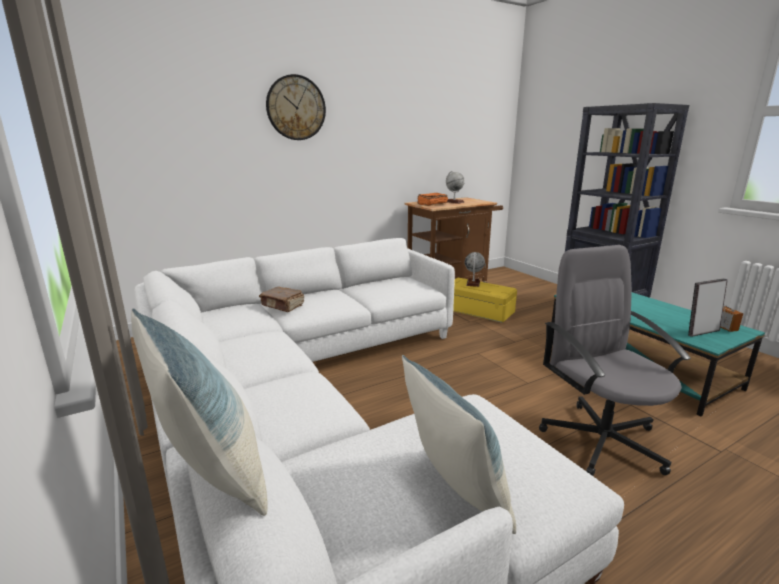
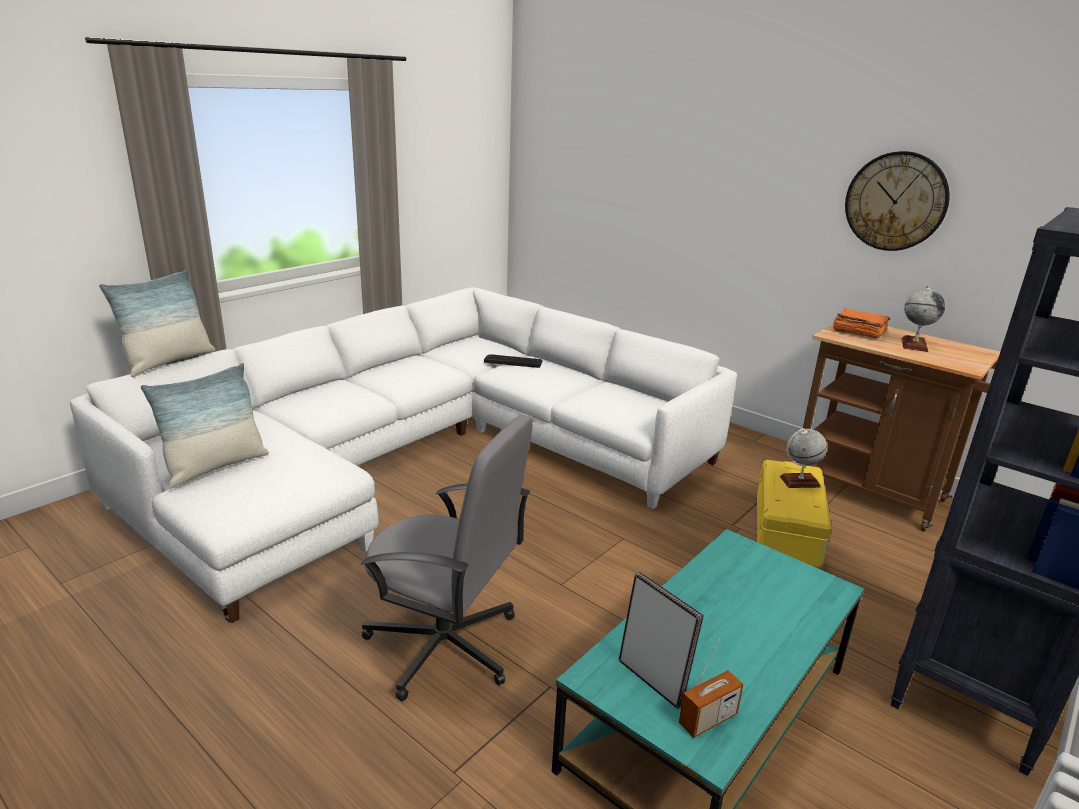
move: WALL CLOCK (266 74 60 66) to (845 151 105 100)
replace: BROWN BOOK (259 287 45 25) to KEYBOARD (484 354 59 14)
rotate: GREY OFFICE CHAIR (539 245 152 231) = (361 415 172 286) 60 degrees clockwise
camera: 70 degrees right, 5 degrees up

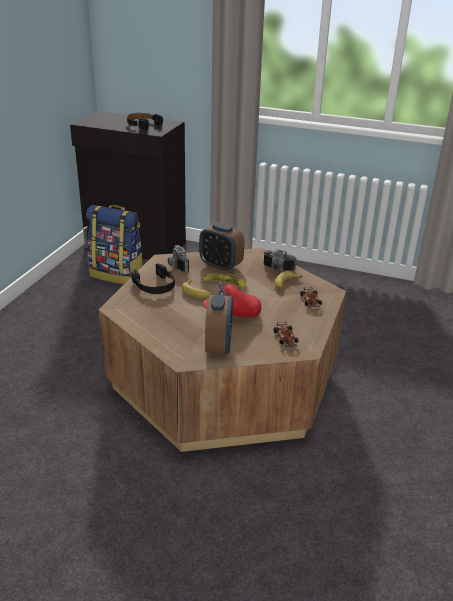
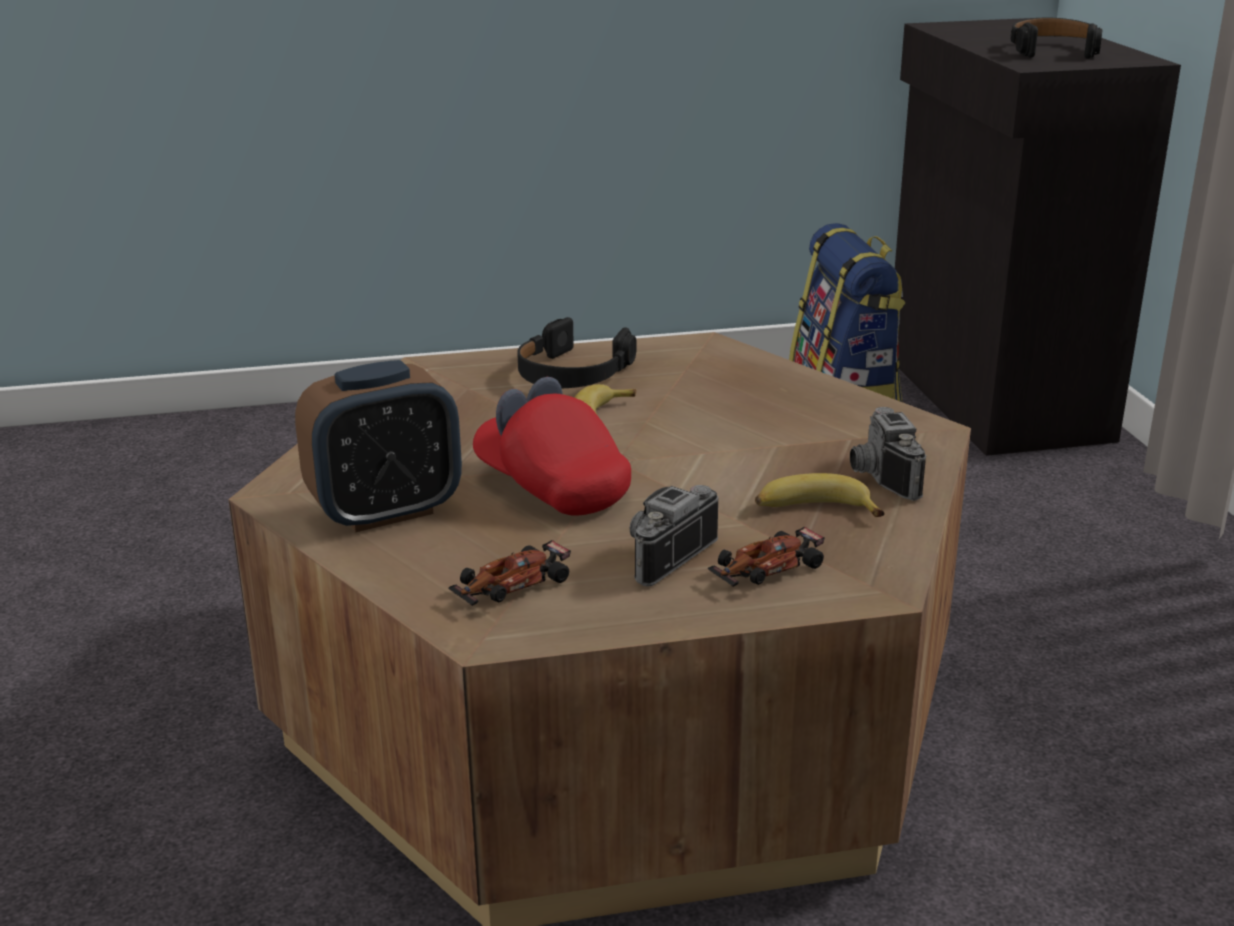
delete: ALARM CLOCK (199 223 45 49); BANANA (202 273 44 17)
move: PHOTO CAMERA (168 245 21 28) to (629 485 89 101)
camera: 60 degrees right, 5 degrees down

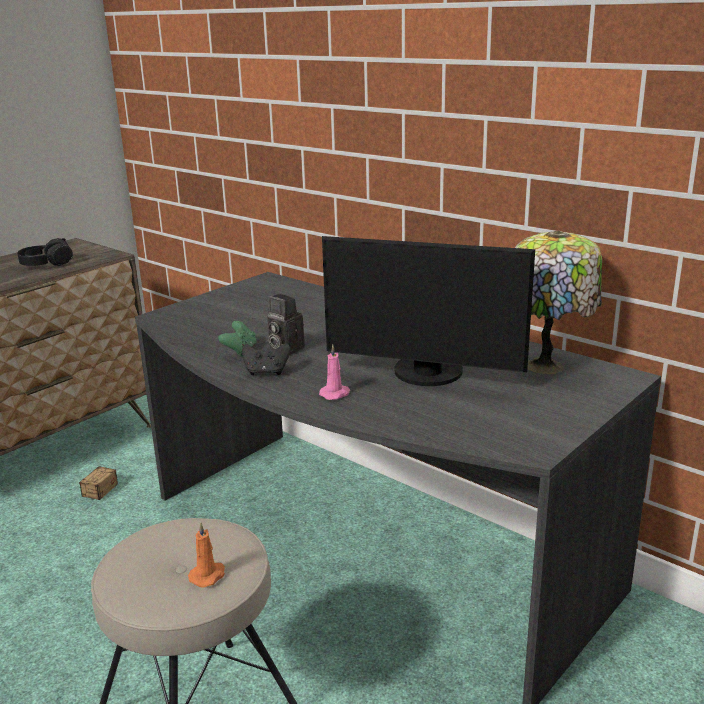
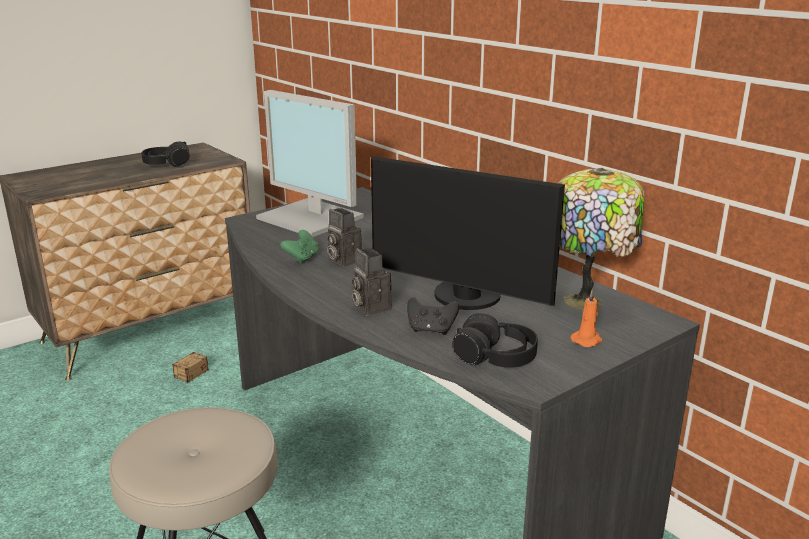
insert: MONITOR (256 90 108 147); BLACK HEADPHONES (452 313 86 55)
move: ORANGE CANDLE (188 523 37 65) to (570 289 33 58); BLACK GAME CONTROLLER (242 343 48 32) to (407 297 52 38)
replace: PINK CANDLE (319 345 31 55) to PHOTO CAMERA (352 248 40 68)
camera: 10 degrees right, 0 degrees up

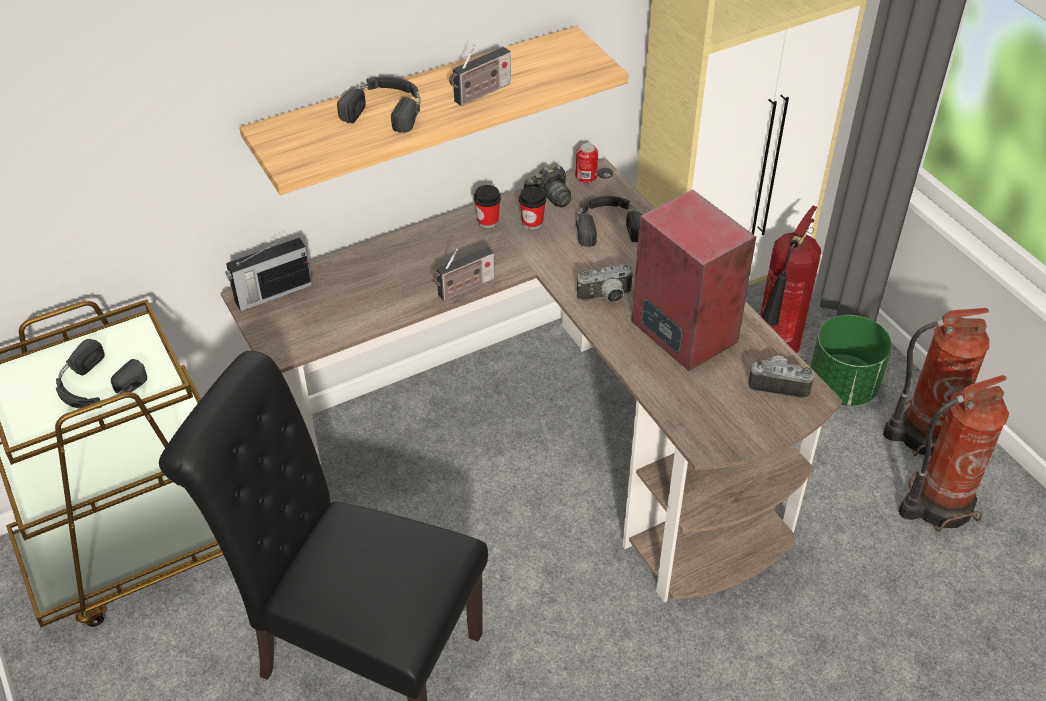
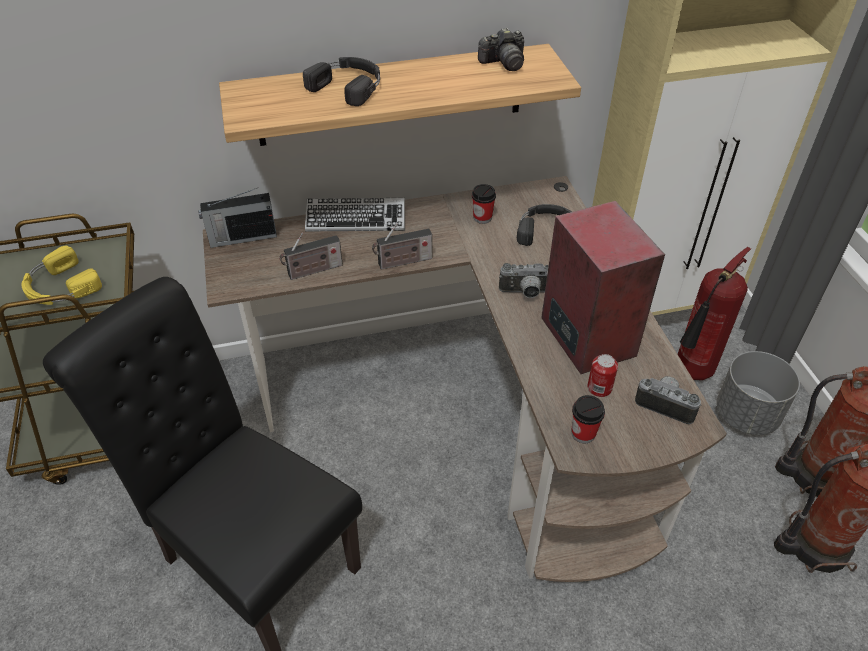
insert: KEYBOARD (305 198 100 34)
move: RADIO (449 45 62 61) to (280 233 63 47); CUP (474 185 27 44) to (571 395 34 48); PHOTO CAMERA (524 166 47 42) to (478 28 46 43); CAN (576 143 22 40) to (587 354 31 43)
recolor: BLACK HEADPHONES (56 339 91 70) to YELLOW HEADPHONES (22 246 80 59); GREEN PLANTER (810 315 82 91) to GREY PLANTER (717 351 83 84)
camera: 15 degrees right, 0 degrees up

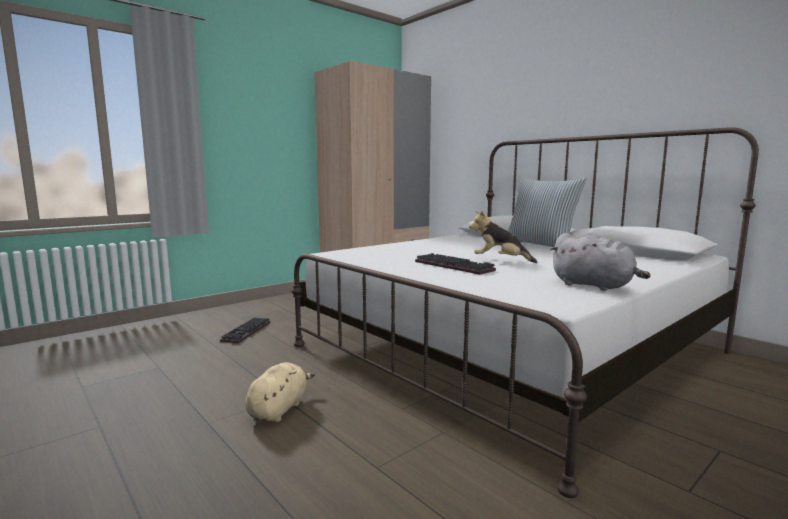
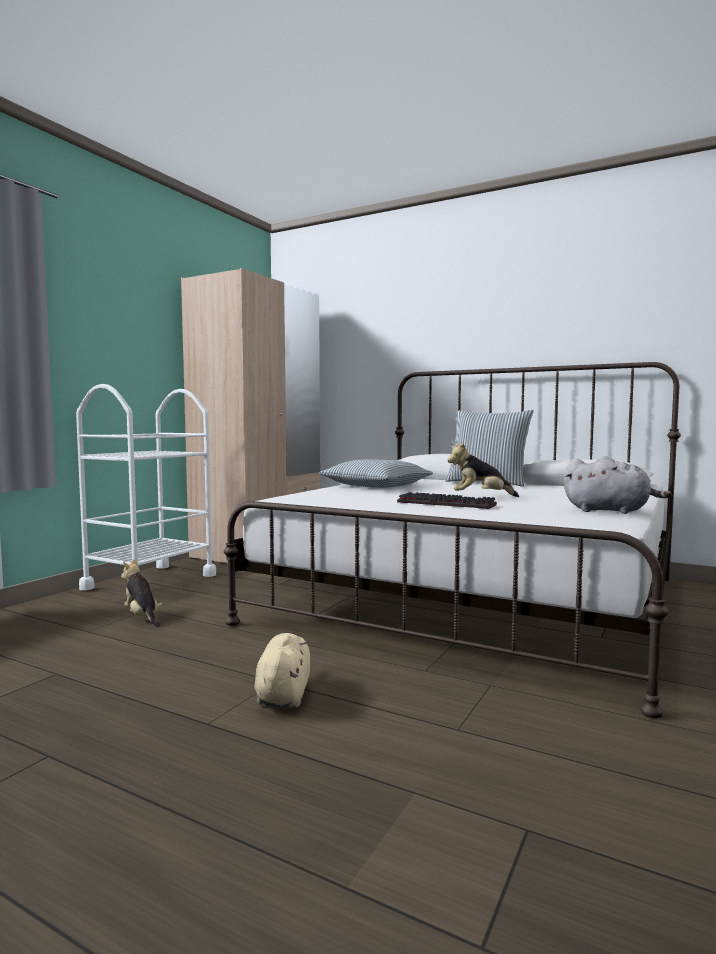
insert: WHITE CART (76 384 140 206); PILLOW (319 459 114 29)
replace: KEYBOARD (220 317 50 26) to PLUSH TOY (121 559 41 68)
camera: 20 degrees left, 5 degrees down

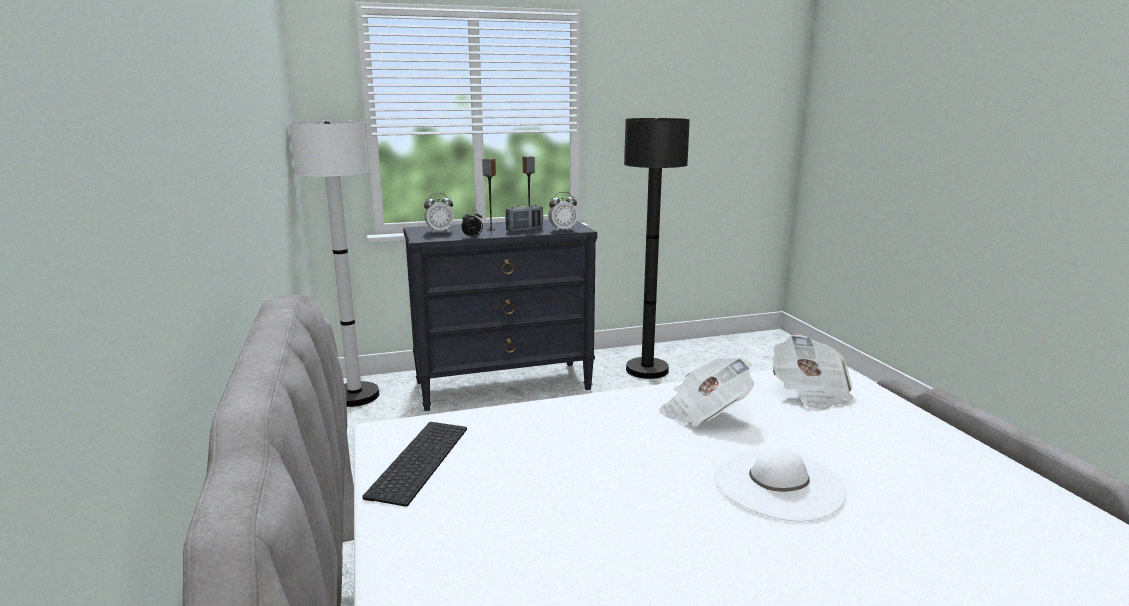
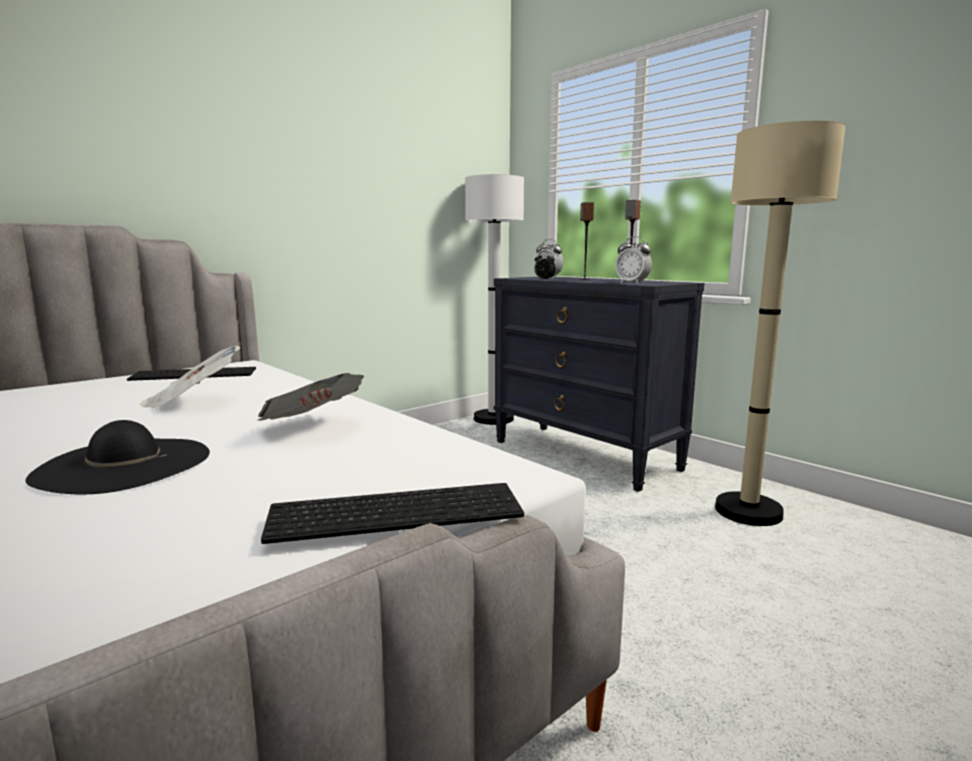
delete: RADIO (505 204 38 28)
insert: KEYBOARD (261 483 263 61)
move: NEWSPAPER (772 335 81 76) to (140 346 100 63)
recolor: BLACK FLOOR LAMP (624 118 66 261) to BEIGE FLOOR LAMP (715 121 131 405); WHITE HAT (715 448 132 73) to BLACK HAT (25 420 185 74)
camera: 65 degrees right, 5 degrees down

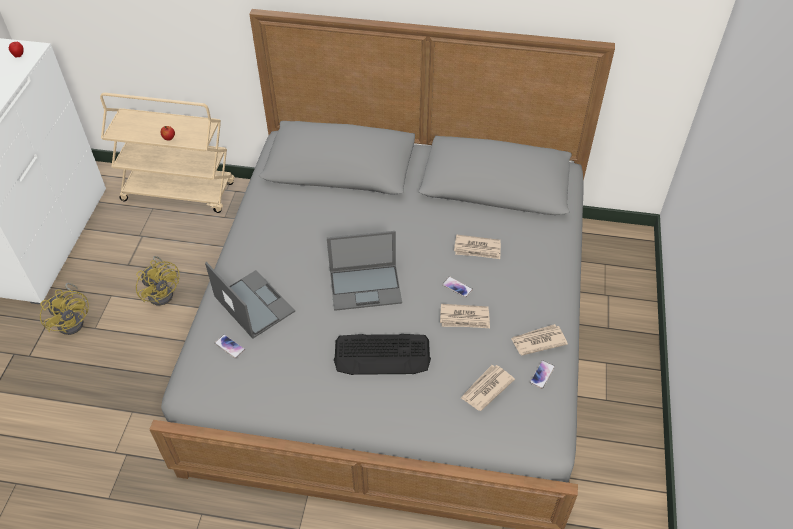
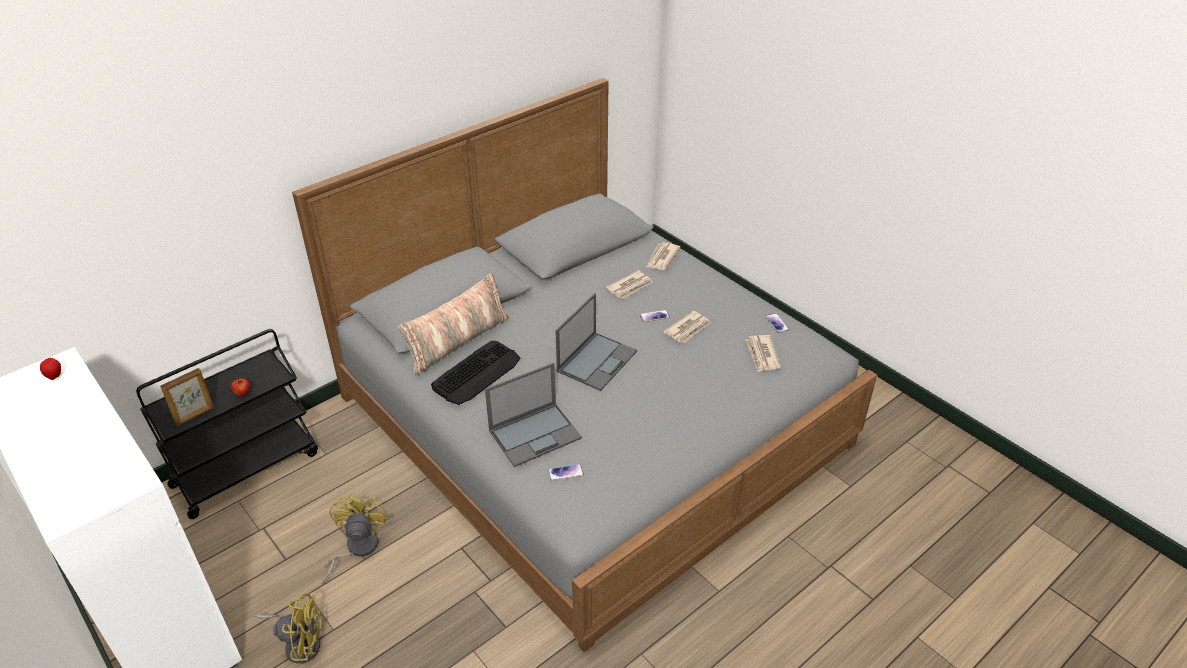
insert: PICTURE FRAME (160 368 54 58); PILLOW (398 273 111 102)
move: KEYBOARD (334 334 97 41) to (431 341 89 64); NEWSPAPER (511 324 57 32) to (646 242 34 28)
recolor: BEIGE CART (100 93 135 120) to BLACK CART (136 329 182 190)
rotate: YELLOW FAN (136 256 44 50) = (322 493 66 92) 90 degrees counterclockwise; LAPTOP (205 262 90 77) = (485 363 97 104) 150 degrees clockwise
camera: 50 degrees left, 10 degrees down

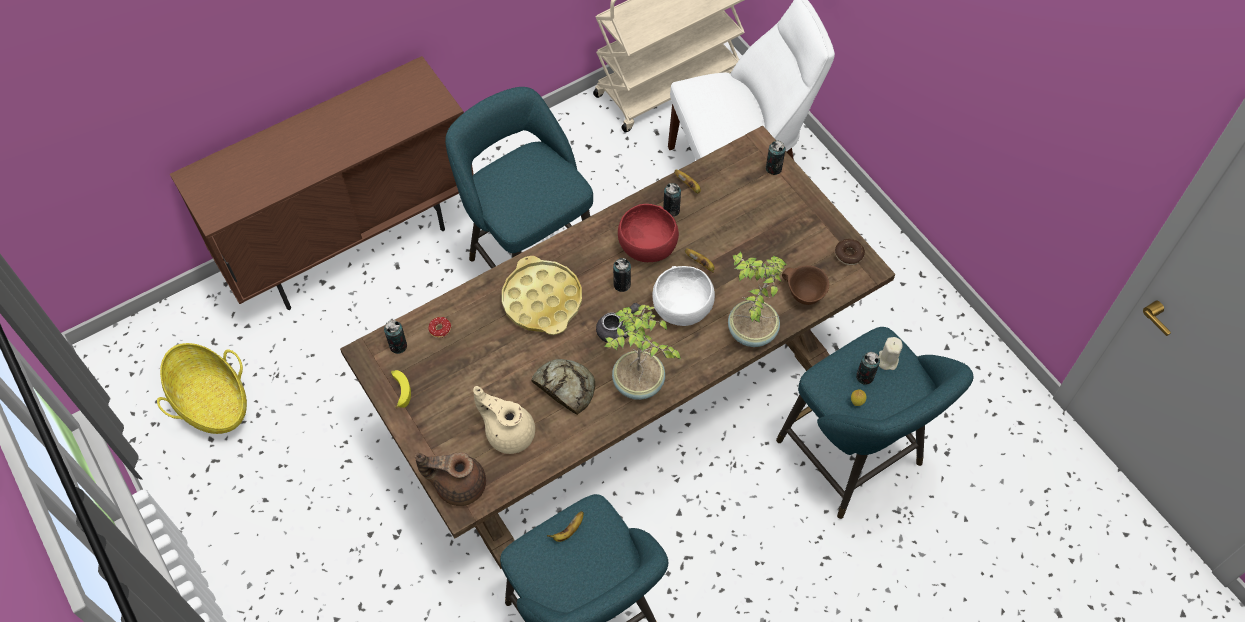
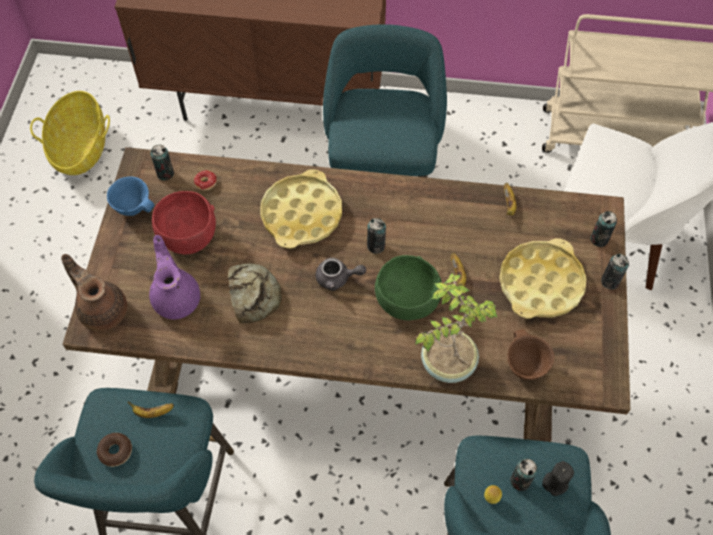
delete: POTTED PLANT (604 305 77 95)
insert: YELLOW TRAY (499 238 88 81)
move: RED BOWL (618 204 61 58) to (152 191 64 63); CAN (663 183 18 34) to (601 254 28 35); DONUT (835 239 30 26) to (97 433 35 34)
replace: BANANA (391 370 20 38) to BLUE BOWL (107 177 47 39)
recolor: BEIGE TEAPOT (473 386 62 68) to PURPLE TEAPOT (149 235 51 85); WHITE BOWL (653 266 62 60) to GREEN BOWL (375 255 67 65); BEIGE CANDLE (879 337 24 33) to BLACK CANDLE (543 461 31 35)
camera: 40 degrees right, 0 degrees up

